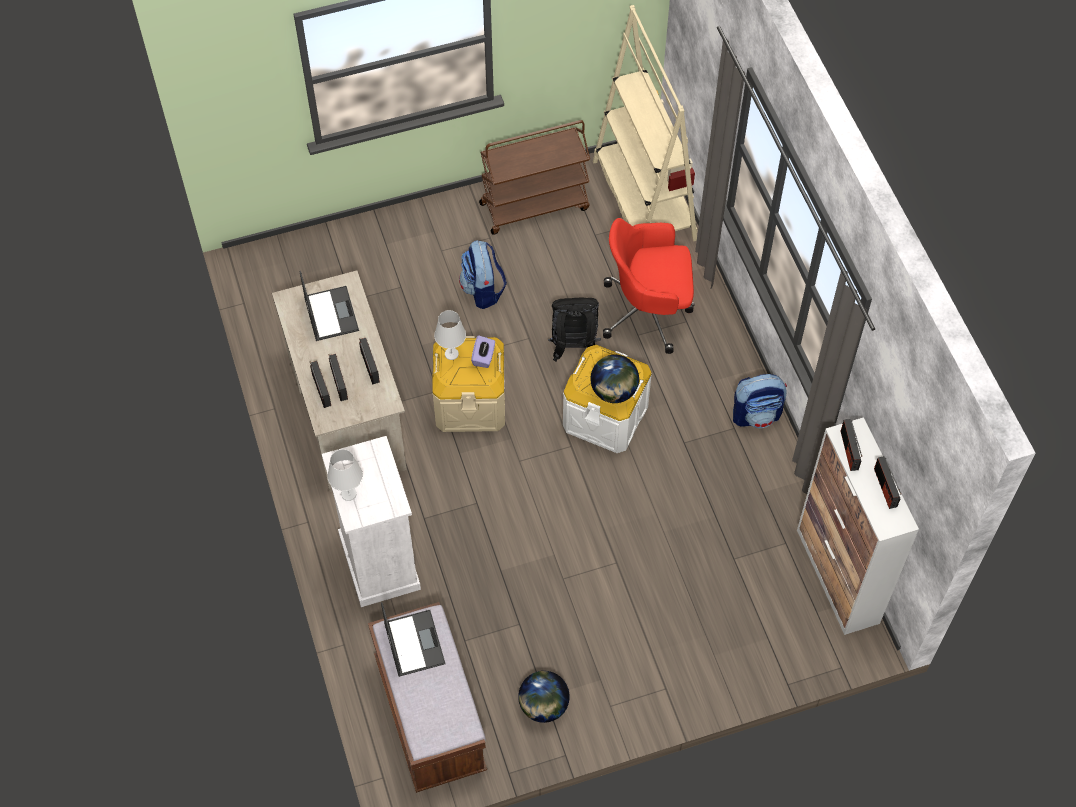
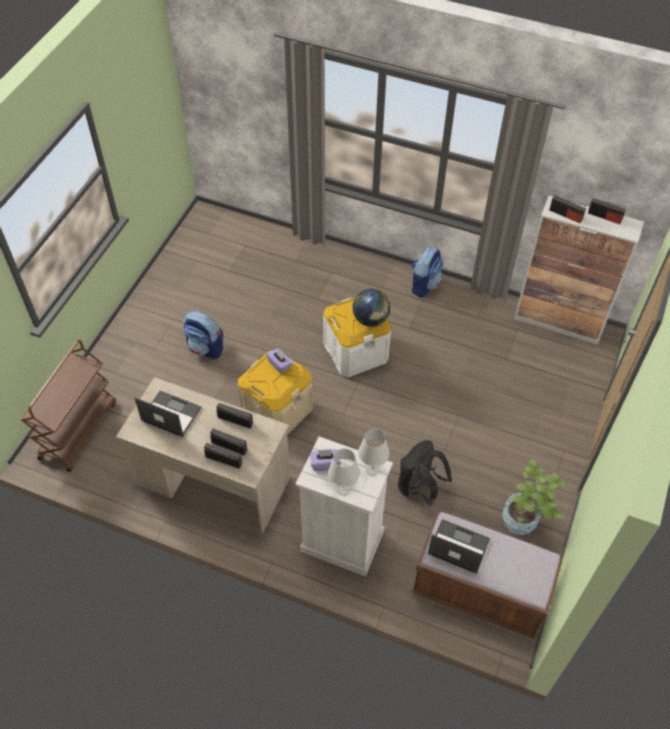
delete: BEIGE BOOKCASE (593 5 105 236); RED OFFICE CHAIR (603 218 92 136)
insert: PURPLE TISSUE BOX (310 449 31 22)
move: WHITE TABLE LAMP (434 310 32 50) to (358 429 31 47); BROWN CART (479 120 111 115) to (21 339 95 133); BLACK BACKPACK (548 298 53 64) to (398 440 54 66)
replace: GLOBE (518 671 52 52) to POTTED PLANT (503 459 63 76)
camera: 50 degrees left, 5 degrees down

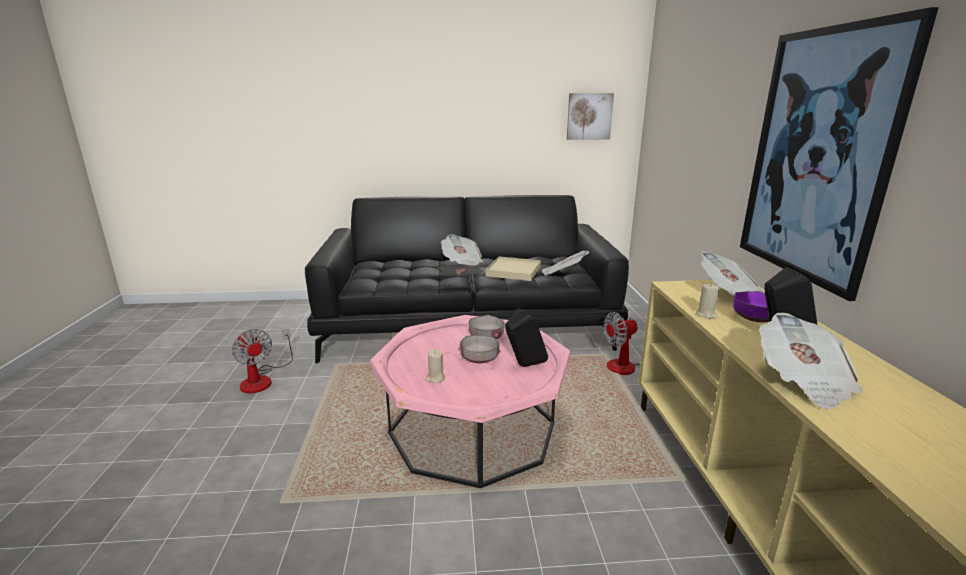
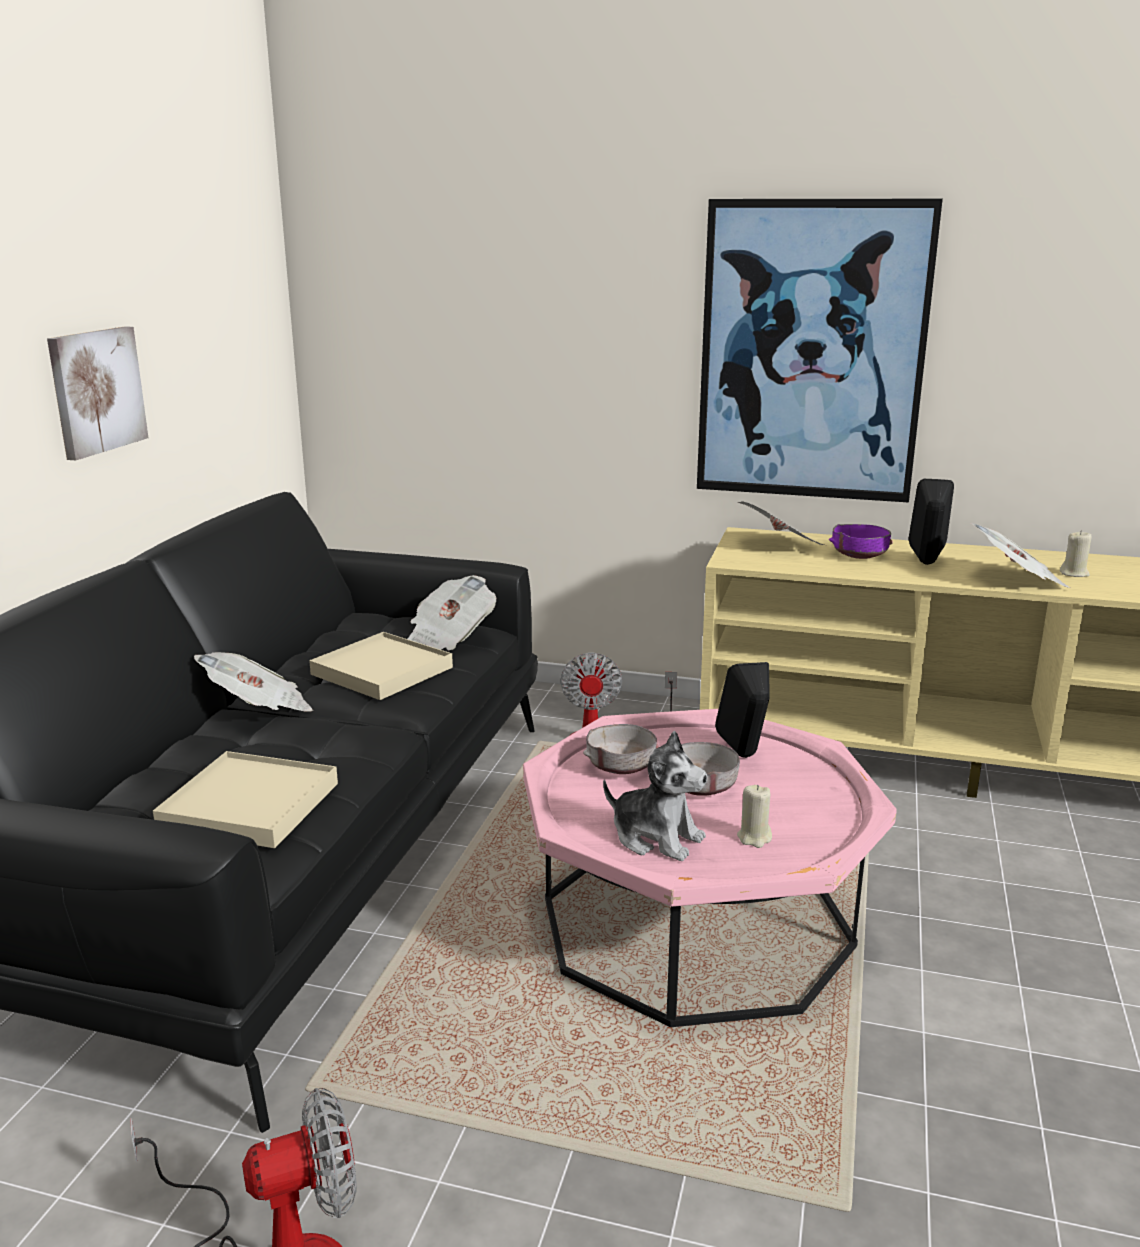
delete: NEWSPAPER (436 264 47 11)
insert: BEIGE TRAY (153 751 185 97); PLUSH TOY (603 730 105 131)
move: PICTURE (567 93 47 47) to (47 326 101 134); BEIGE CANDLE (696 283 23 36) to (1060 530 32 47)
camera: 70 degrees left, 0 degrees up

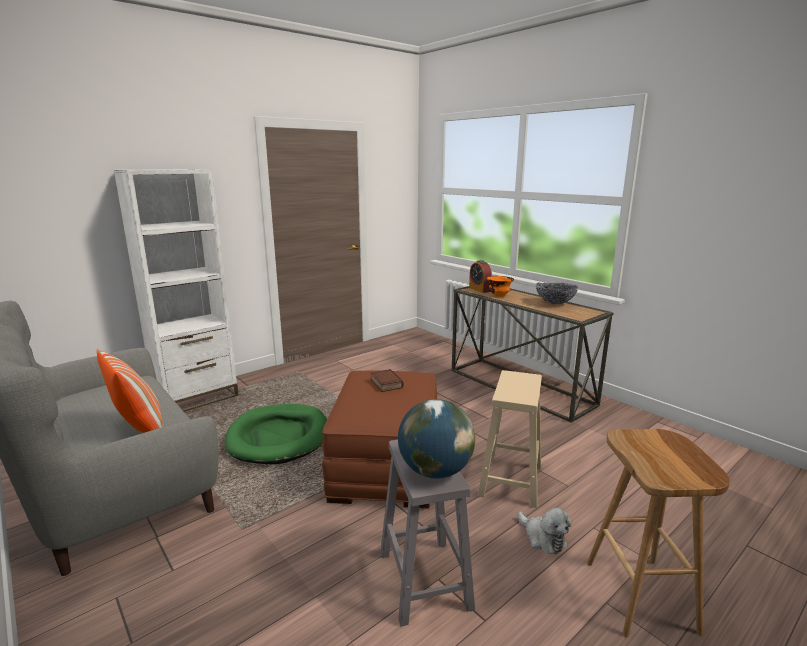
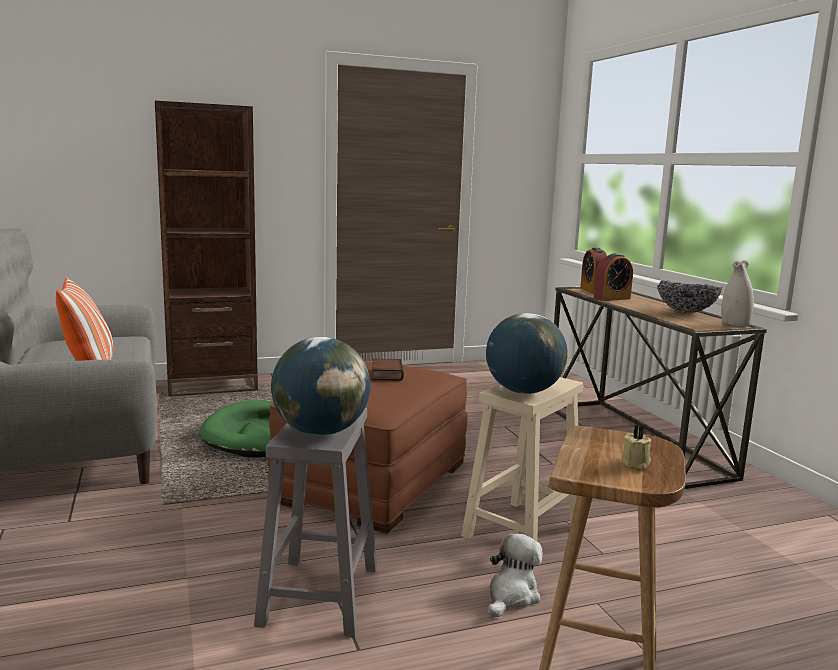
insert: GLOBE (486 313 82 81); BEIGE CANDLE (623 425 28 43); WHITE VASE (721 260 33 67)
replace: ORANGE BOWL (487 276 27 21) to ALARM CLOCK (594 253 39 48)
recolor: WHITE BOOKCASE (114 169 125 243) to BROWN BOOKCASE (155 101 103 296)
rotate: PLUSH TOY (518 508 53 46) = (488 533 55 85) 135 degrees counterclockwise
camera: 20 degrees right, 5 degrees down

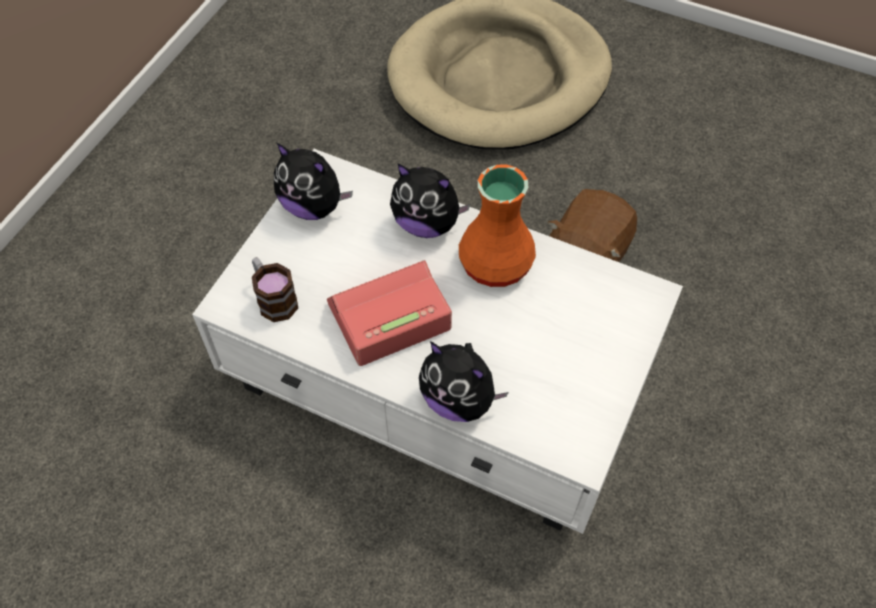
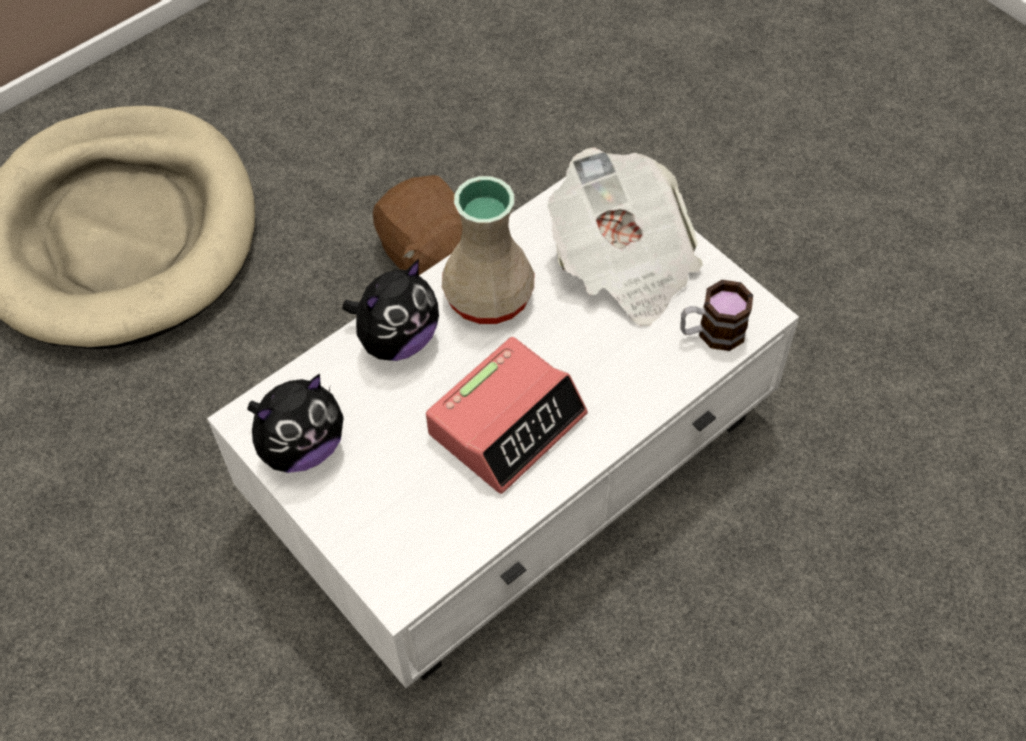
delete: PLUSH TOY (419 342 90 80)
insert: NEWSPAPER (547 147 156 178)
move: MUG (252 257 46 65) to (680 280 73 71)
recolor: ORANGE VASE (459 165 77 122) to BEIGE VASE (442 176 92 148)
rotate: ALARM CLOCK (327 260 125 106) = (426 337 162 157) 135 degrees counterclockwise
camera: 65 degrees left, 0 degrees up

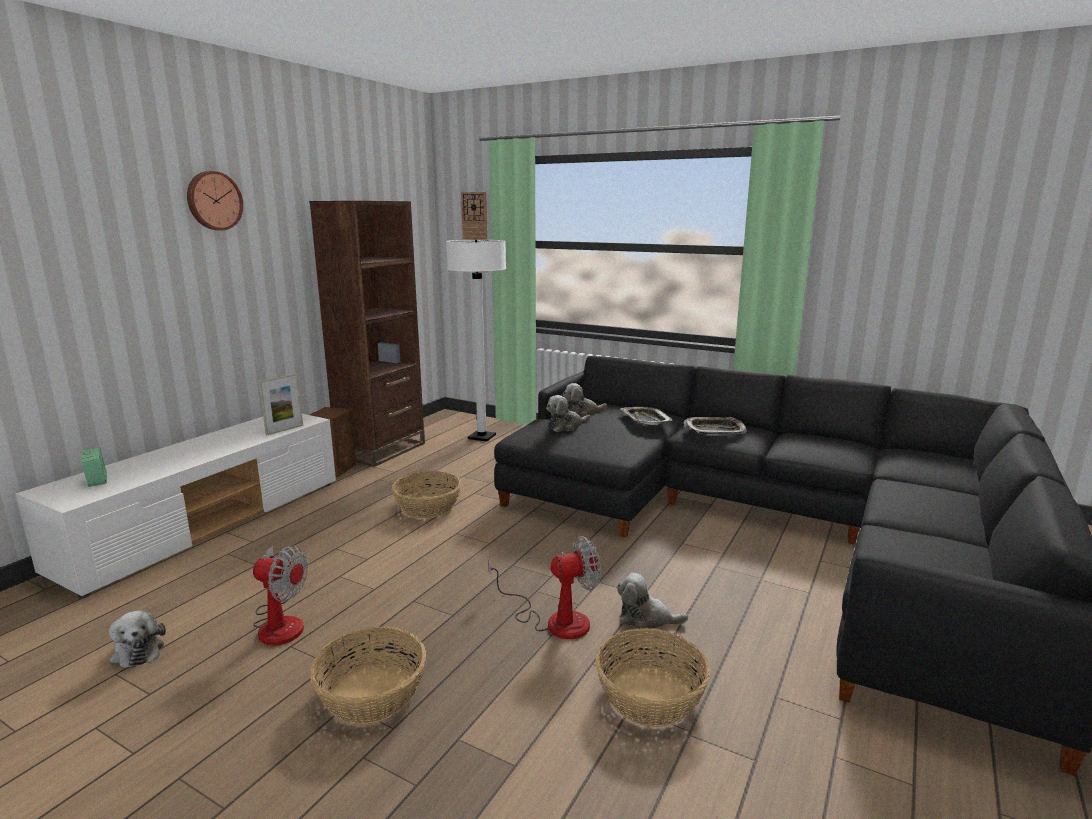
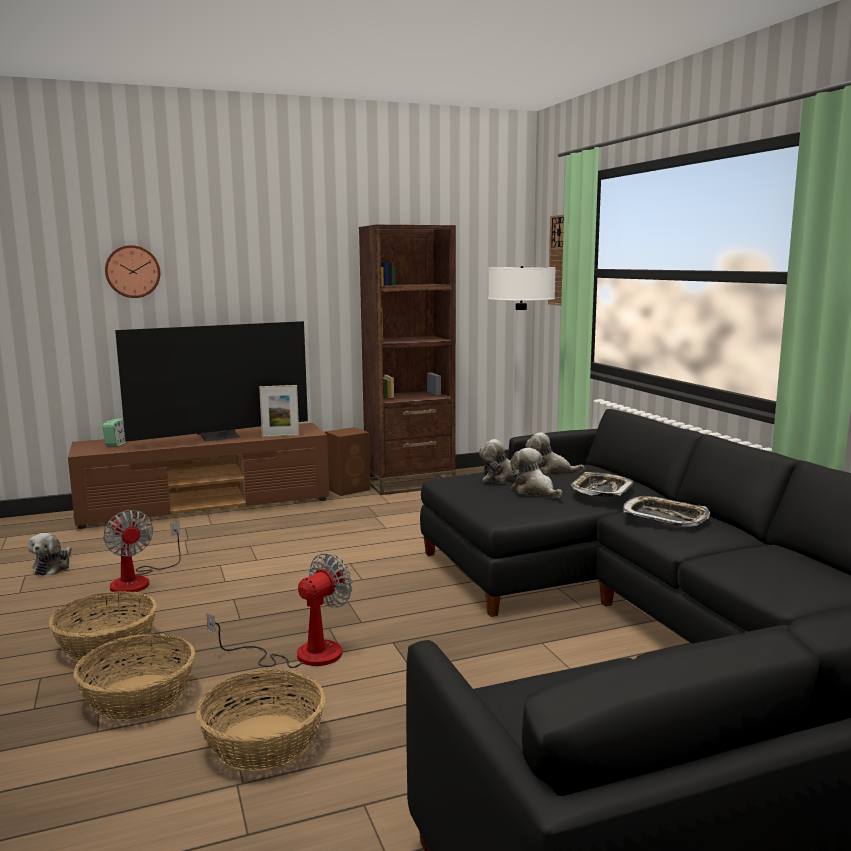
insert: TELEVISION (115 321 193 121)
move: WALL CLOCK (187 171 56 59) to (105 245 55 53); BASKET (392 471 69 47) to (74 633 121 88); PLUSH TOY (617 573 71 56) to (510 448 52 50)
recolor: WHITE TV STAND (15 414 321 184) to BROWN TV STAND (68 423 261 106)
rotate: FAN (488 536 113 103) = (207 553 146 115) 75 degrees counterclockwise
camera: 40 degrees right, 5 degrees down

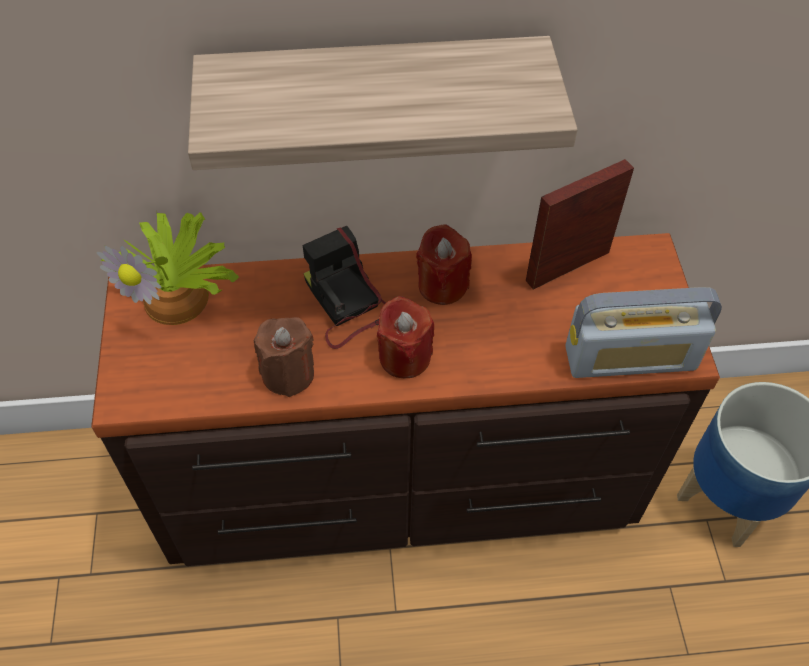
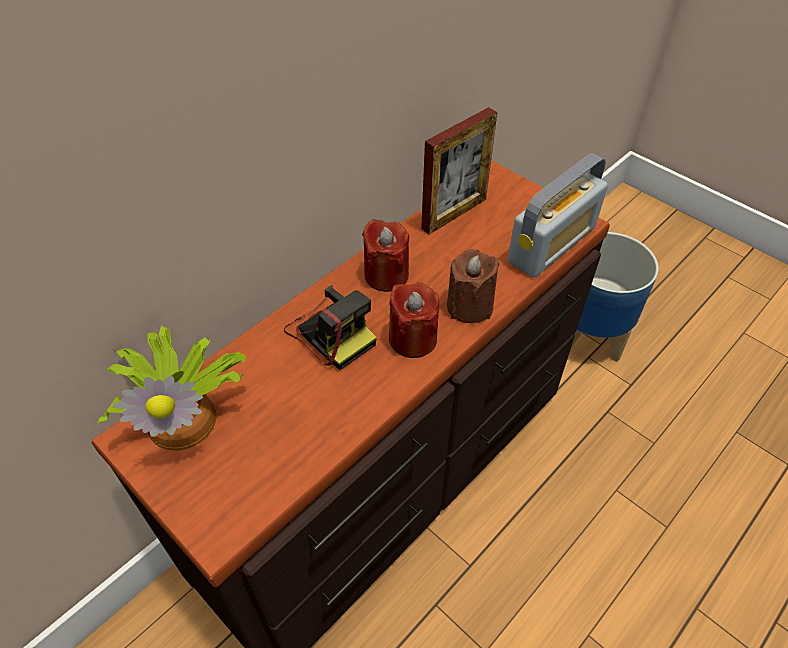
delete: SHELF (188 36 390 134)
move: BROWN CANDLE (254 317 60 80) to (447 249 52 75)
rotate: PHOTO CAMERA (303 226 83 123) = (284 285 93 85) 150 degrees counterclockwise; PICTURE FRAME (526 159 108 130) = (421 107 76 127) 150 degrees counterclockwise
camera: 40 degrees left, 5 degrees down

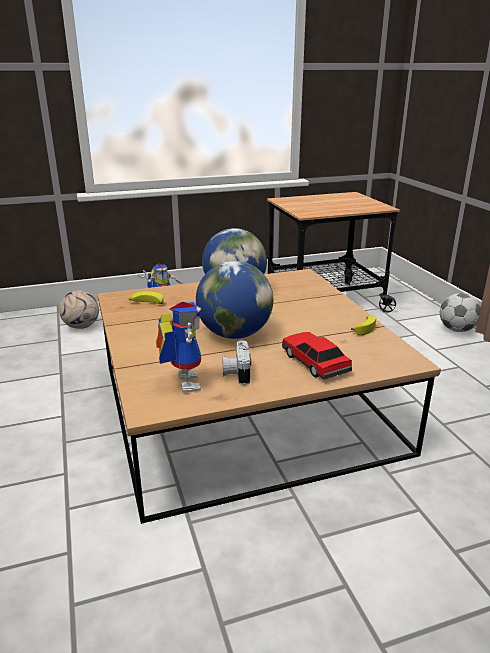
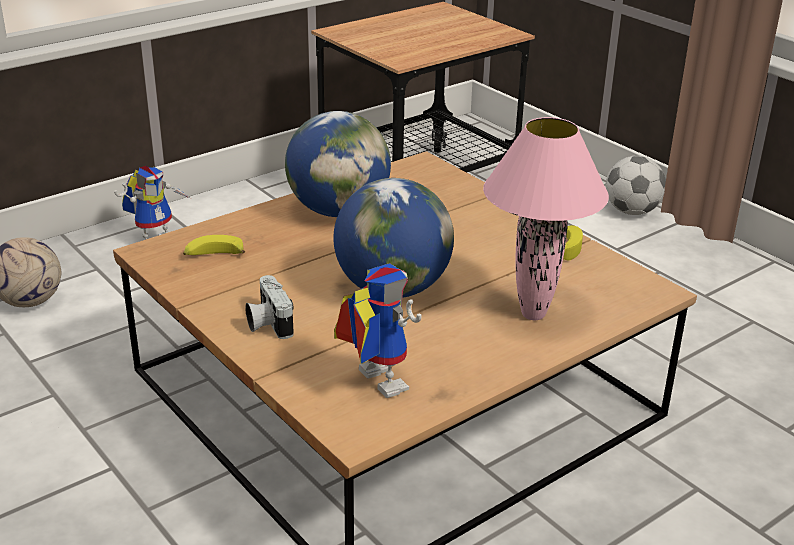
move: PHOTO CAMERA (223 340 28 45) to (245 275 49 64)
replace: TOY CAR (282 332 70 48) to PINK TABLE LAMP (483 117 126 203)
camera: 20 degrees left, 5 degrees up

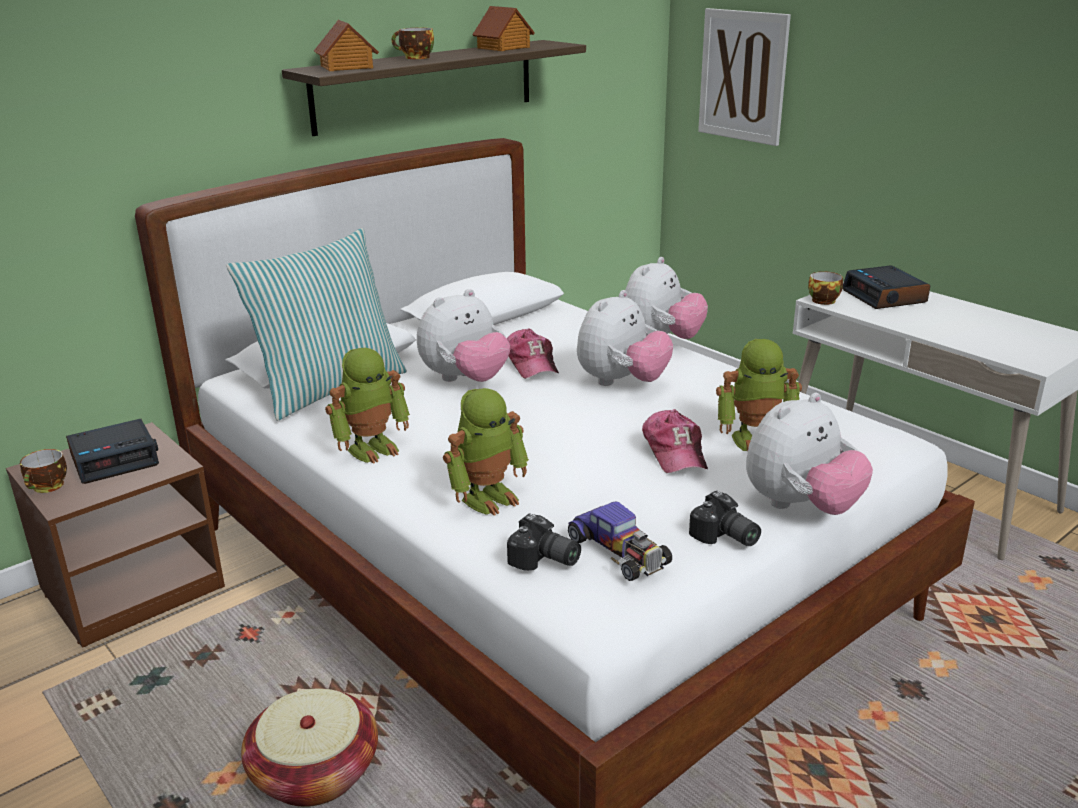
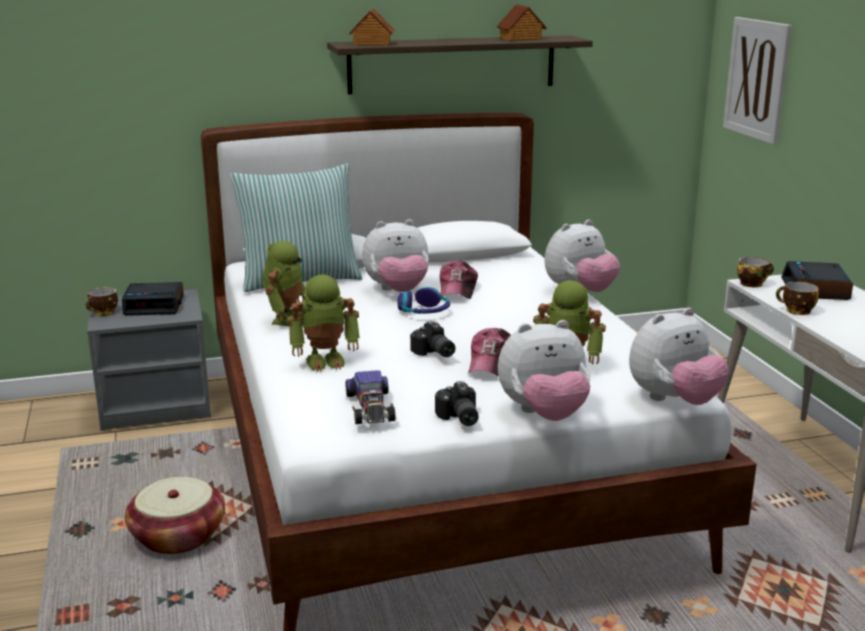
insert: HEADPHONES (398 287 52 27)
move: CUP (391 28 43 31) to (776 282 43 33); PHOTO CAMERA (507 513 74 58) to (410 321 46 36); PLUSH TOY (577 290 96 96) to (629 308 101 97)
recolor: BROWN NIGHTSTAND (6 422 219 226) to GREY NIGHTSTAND (87 289 124 141)
rotate: TOY ROBOT (325 348 85 116) = (263 241 42 85) 60 degrees counterclockwise
camera: 25 degrees right, 5 degrees down

